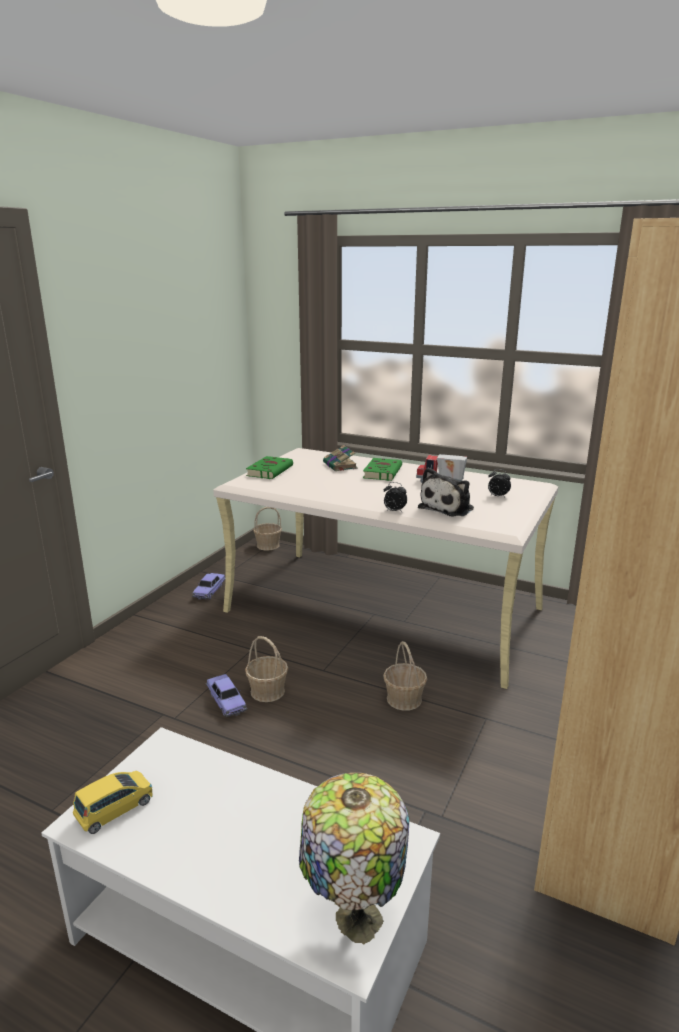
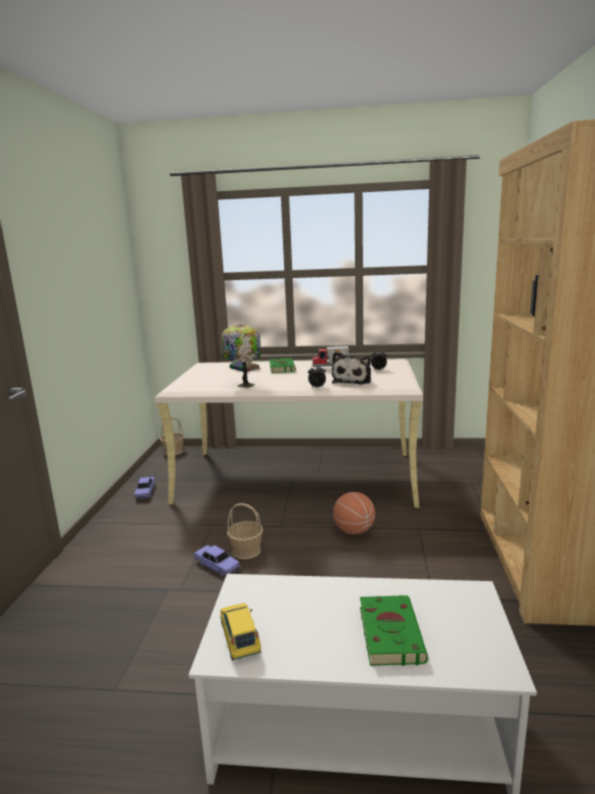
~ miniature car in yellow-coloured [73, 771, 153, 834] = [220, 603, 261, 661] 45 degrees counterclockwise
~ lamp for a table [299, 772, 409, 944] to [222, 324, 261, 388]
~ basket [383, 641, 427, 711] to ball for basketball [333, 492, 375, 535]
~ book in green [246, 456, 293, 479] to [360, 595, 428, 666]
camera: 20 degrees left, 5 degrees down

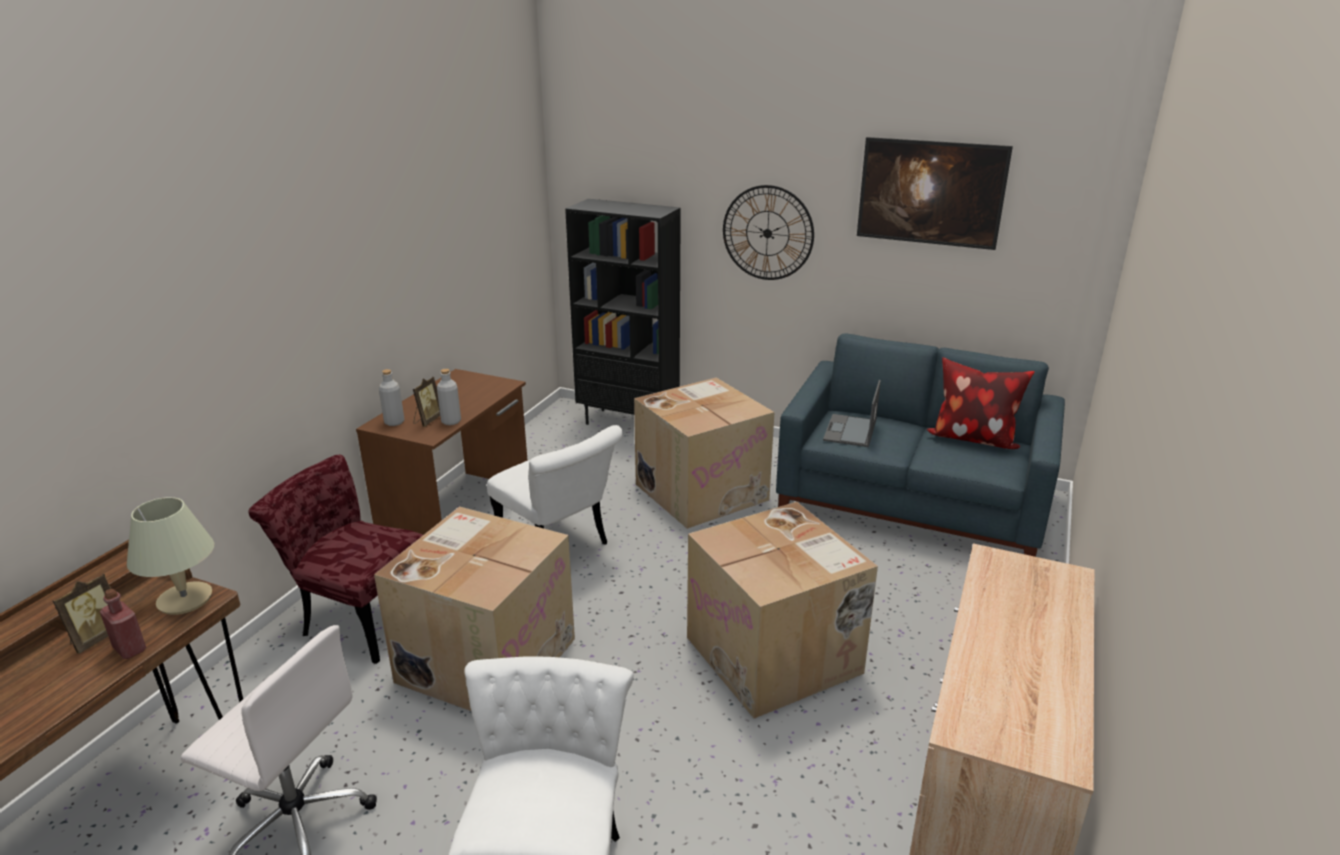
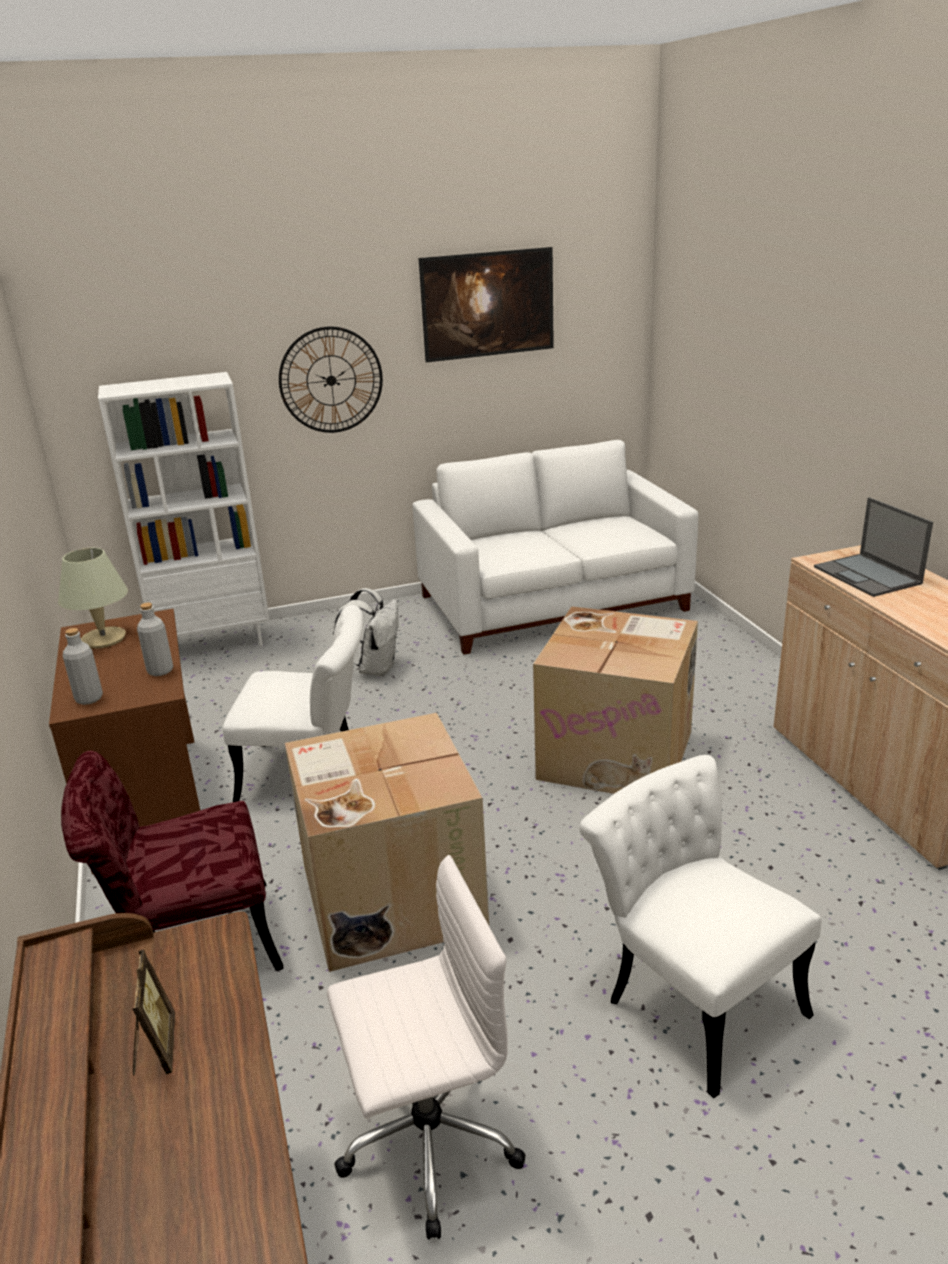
~ lamp for a table in beige-coloured [127, 497, 214, 615] to [58, 548, 128, 649]
~ shelving unit in black-coloured [565, 199, 681, 425] to shelving unit in whitish [98, 372, 270, 646]
~ cardboard box [634, 378, 775, 529] to rucksack in whitish [333, 588, 399, 677]
~ settee in blue-coloured [776, 334, 1065, 557] to settee in whitish [413, 440, 698, 655]
~ portable computer [823, 380, 881, 447] to [814, 497, 933, 597]
- drink bottle in reddish [100, 589, 146, 659]
- photo frame [413, 377, 440, 427]
- throw pillow [926, 357, 1035, 449]
camera: 40 degrees left, 0 degrees up

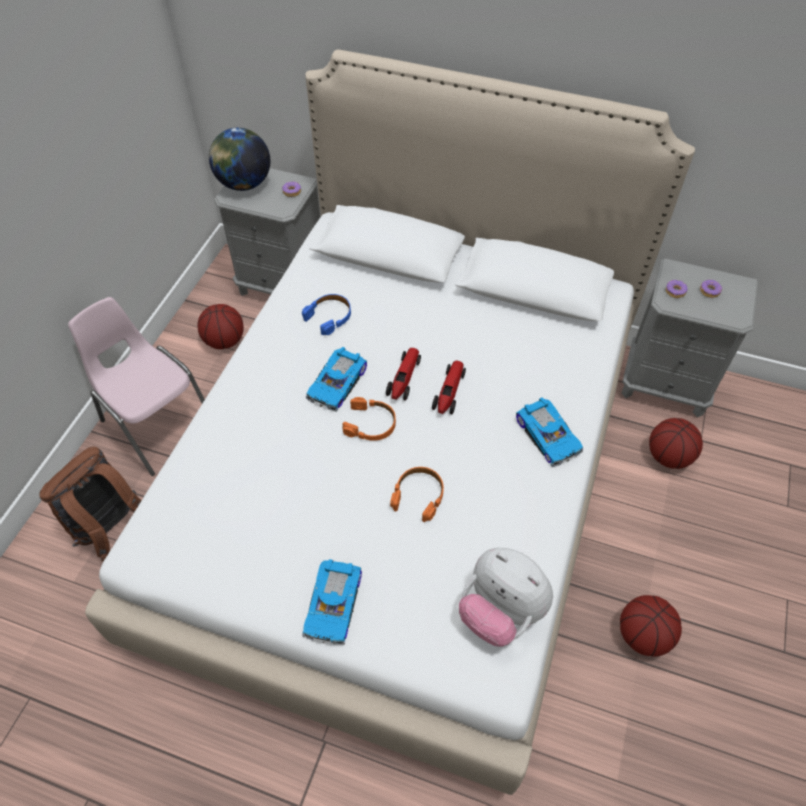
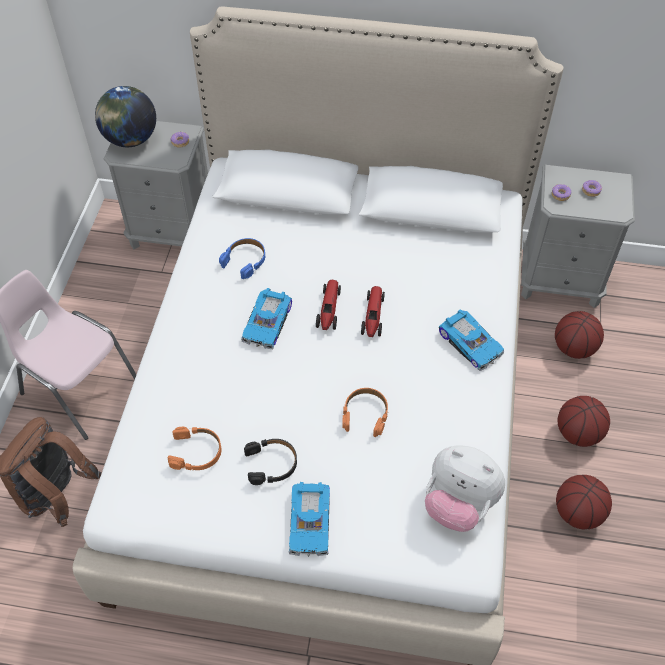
~ headphones in orange [342, 397, 396, 441] to [167, 427, 222, 470]
+ headphones in black-coloured [244, 439, 297, 485]
~ ball for basketball [198, 304, 244, 349] to [558, 396, 610, 447]
camera: 10 degrees left, 0 degrees up

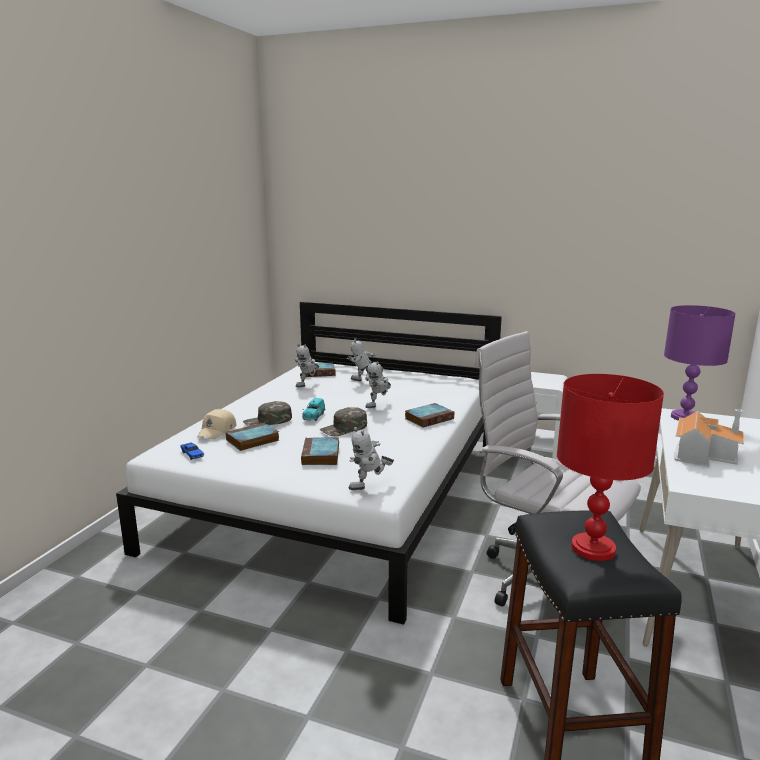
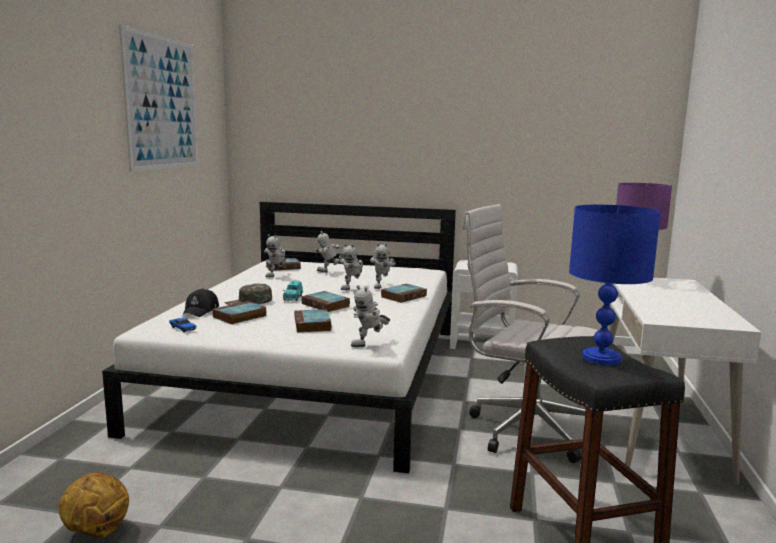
+ ball for basketball [58, 472, 129, 538]
+ wall art [119, 24, 198, 172]
~ peaked cap in beige-coloured [197, 409, 237, 440] to peaked cap in black-coloured [182, 288, 219, 317]
~ peaked cap in green [320, 407, 367, 436] to book [301, 291, 350, 312]
+ model robot [370, 243, 396, 289]
~ lamp for a table in reddish [557, 374, 664, 561] to lamp for a table in blue-coloured [569, 205, 661, 365]
- miniature house [674, 409, 744, 466]
camera: 10 degrees left, 5 degrees down

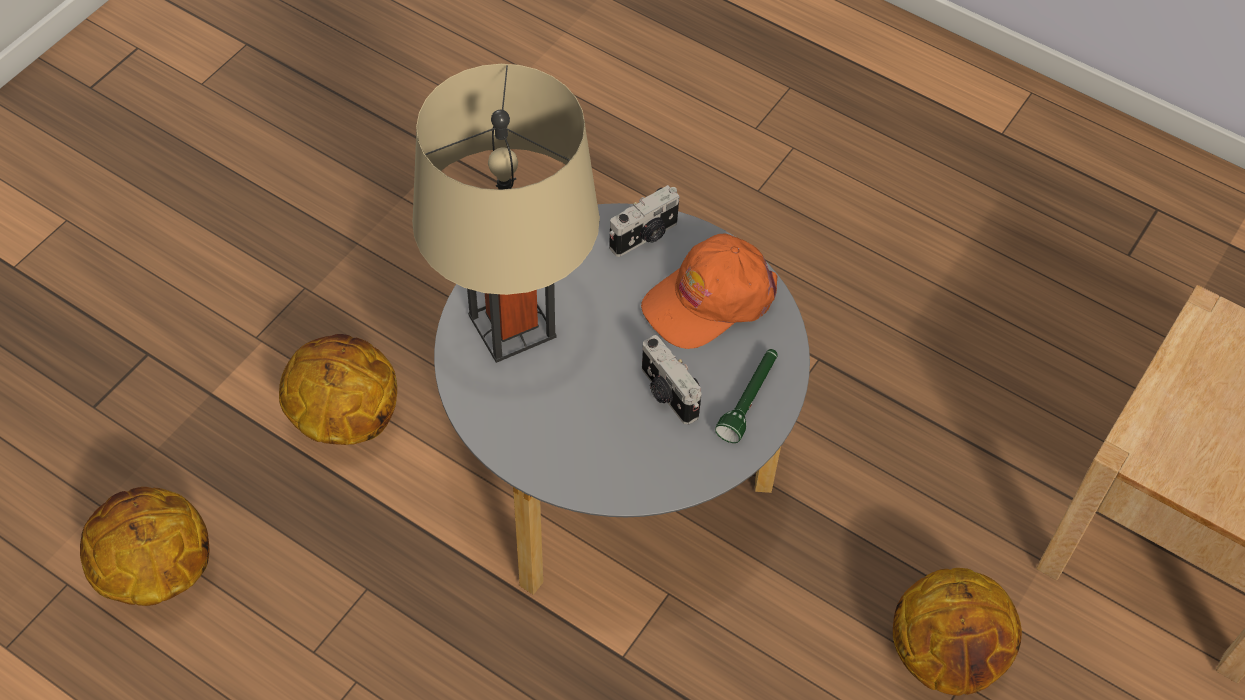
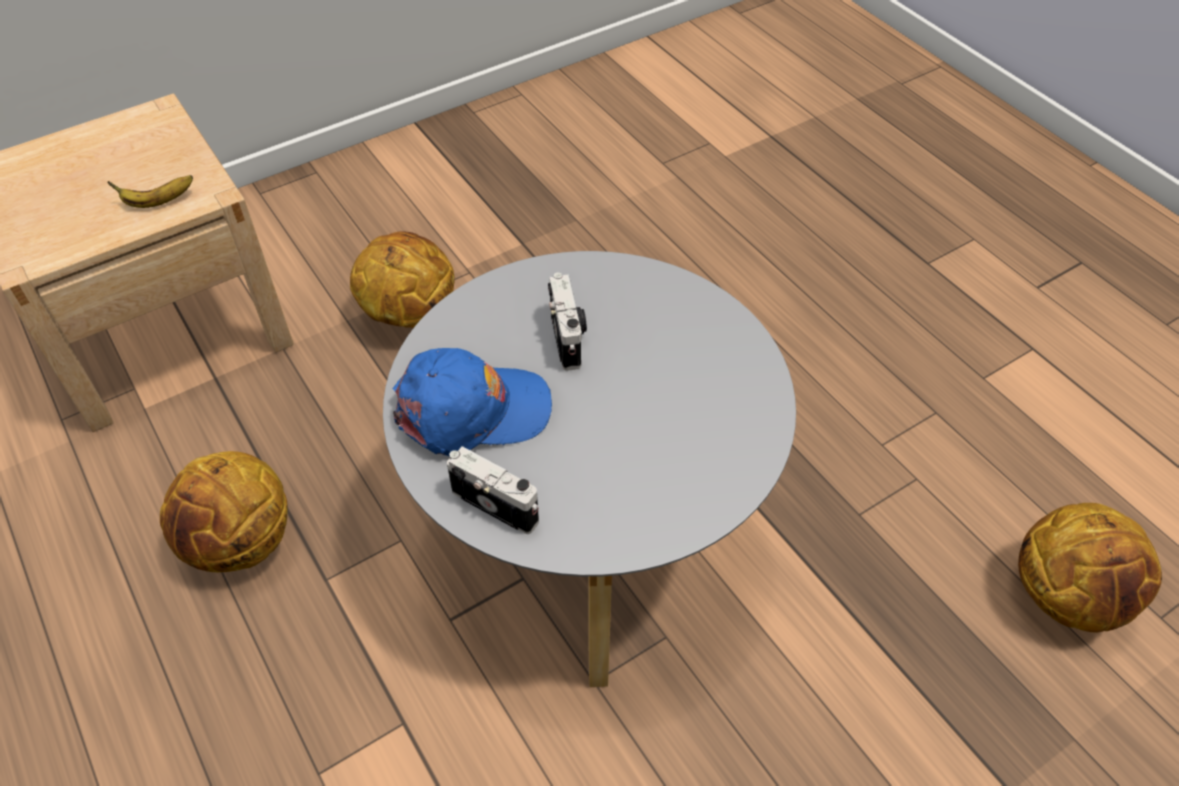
+ banana [107, 175, 193, 208]
~ ball for basketball [279, 334, 397, 445] to [160, 451, 287, 572]
~ peaked cap in orange [641, 234, 777, 349] to peaked cap in blue-coloured [392, 348, 552, 457]
~ still camera [609, 185, 680, 257] = [447, 446, 539, 534] 45 degrees clockwise
- lamp for a table in beige-coloured [412, 64, 600, 363]
- hand torch in green [715, 349, 778, 443]
camera: 155 degrees left, 5 degrees down

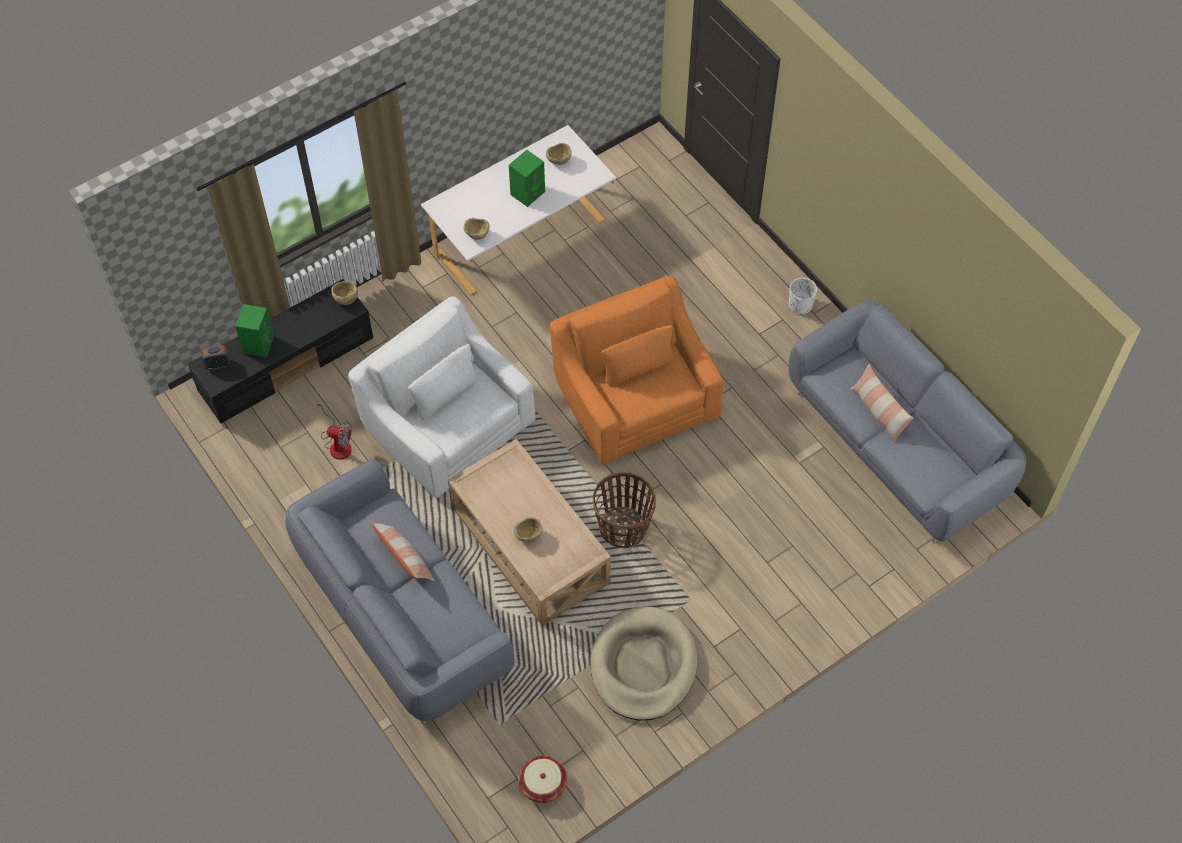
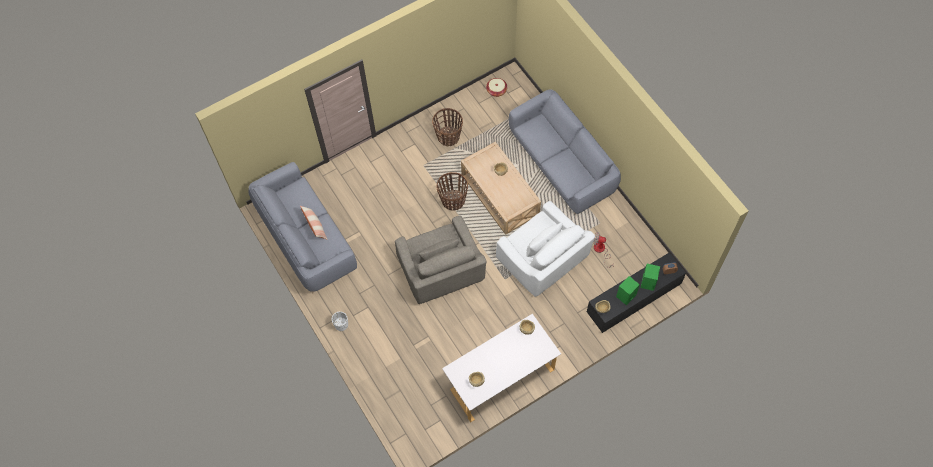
~ lounge chair in orange [550, 276, 723, 465] to lounge chair in gray [395, 216, 486, 304]
~ dog cushion in beige-coloured [590, 607, 697, 721] to basket [432, 108, 463, 146]
~ speaker in green [509, 150, 545, 207] to [616, 276, 640, 305]
- throw pillow [371, 522, 435, 582]
camera: 175 degrees left, 5 degrees up

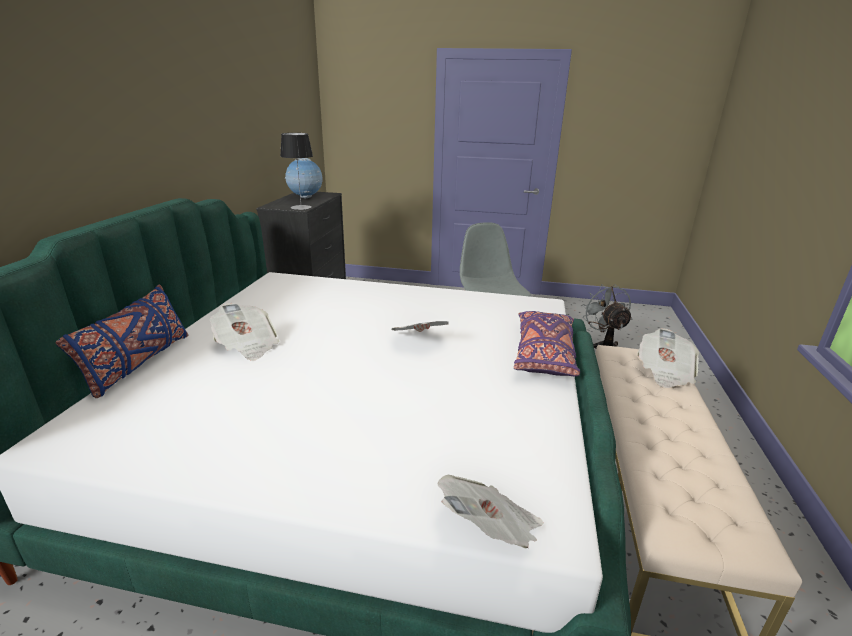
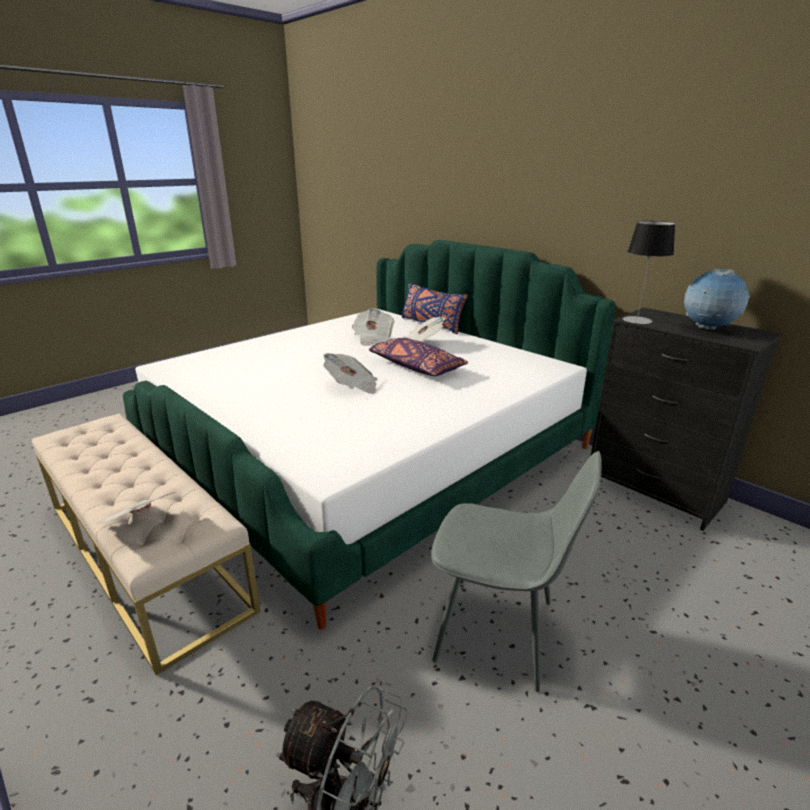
~ newspaper [437, 475, 544, 549] to [352, 308, 395, 346]
~ throw pillow in purple-coloured [514, 311, 581, 377] to [369, 338, 468, 376]
camera: 125 degrees right, 0 degrees up

